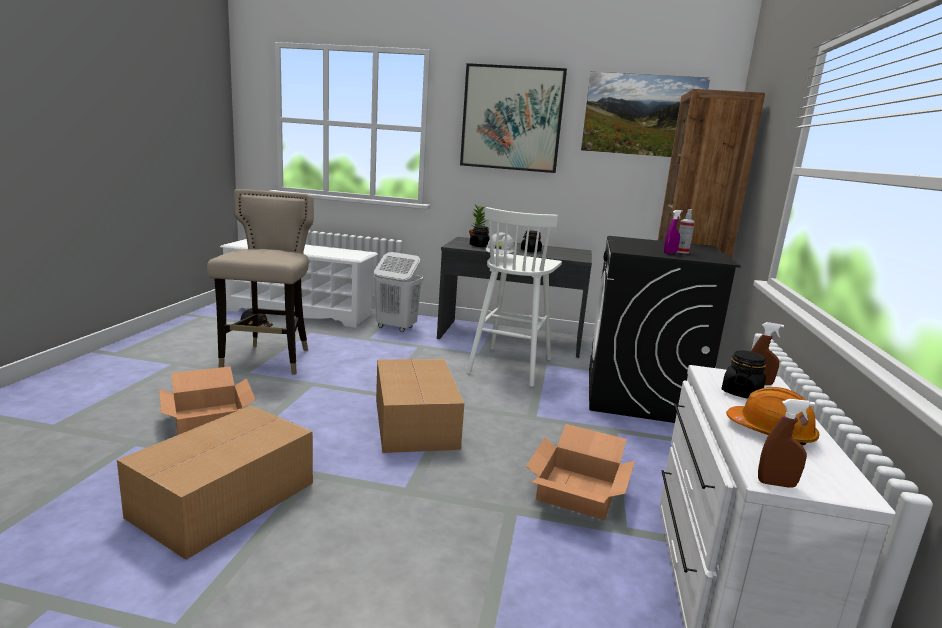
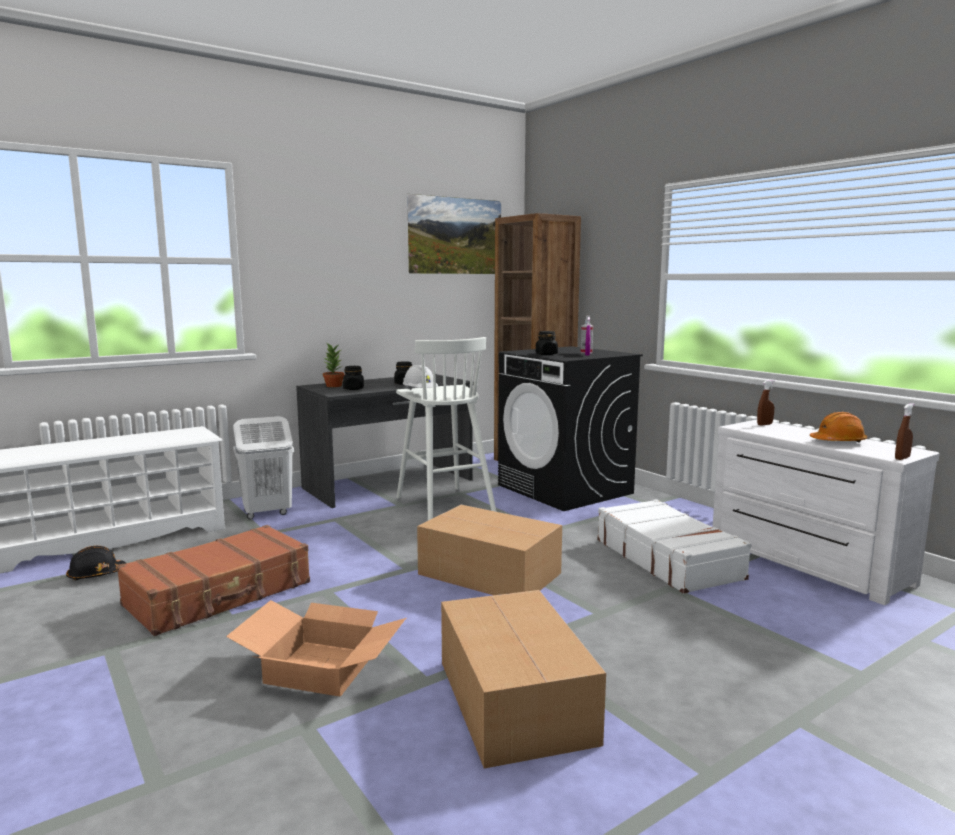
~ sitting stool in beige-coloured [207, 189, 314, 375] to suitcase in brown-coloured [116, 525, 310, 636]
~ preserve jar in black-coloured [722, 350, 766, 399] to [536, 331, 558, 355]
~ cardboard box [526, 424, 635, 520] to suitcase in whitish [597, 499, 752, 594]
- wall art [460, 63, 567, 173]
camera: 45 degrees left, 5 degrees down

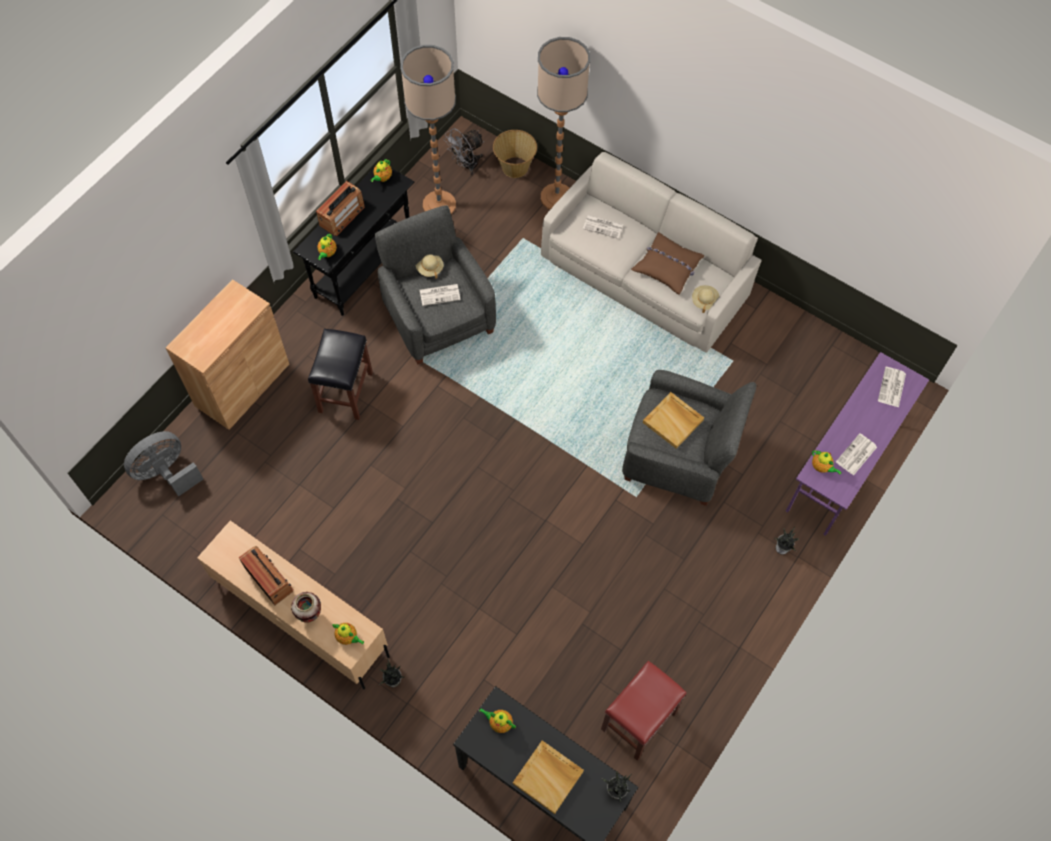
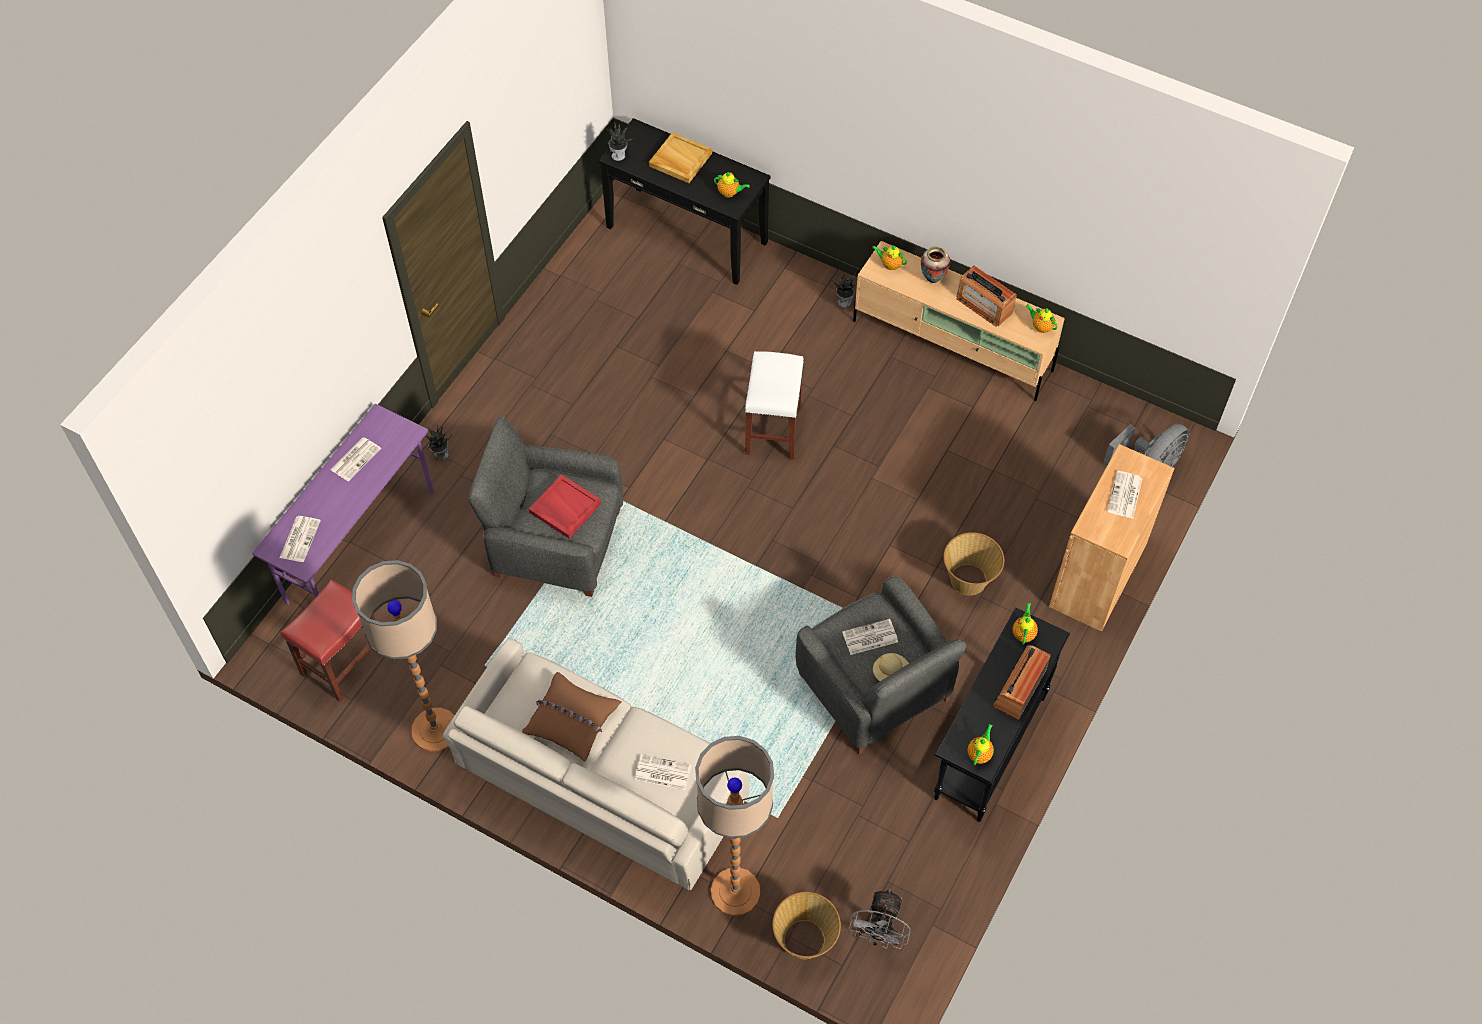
~ sitting stool in reddish [601, 661, 686, 761] to [281, 579, 376, 702]
~ standing lamp [400, 45, 456, 214] to [352, 560, 455, 752]
~ carrying tray in beige-coloured [643, 392, 704, 449] to carrying tray in reddish [529, 474, 602, 539]
+ sitting stool in whitish [744, 351, 804, 460]
~ fan in gray [444, 128, 484, 175] = [849, 889, 911, 949] 150 degrees clockwise
~ sitting stool in black-coloured [308, 329, 373, 420] to basket [943, 532, 1004, 595]
~ teapot [812, 450, 842, 474] to [1025, 304, 1058, 333]
+ newspaper [1107, 471, 1142, 519]
- clothing hat in beige-coloured [692, 285, 719, 313]
camera: 175 degrees right, 5 degrees down

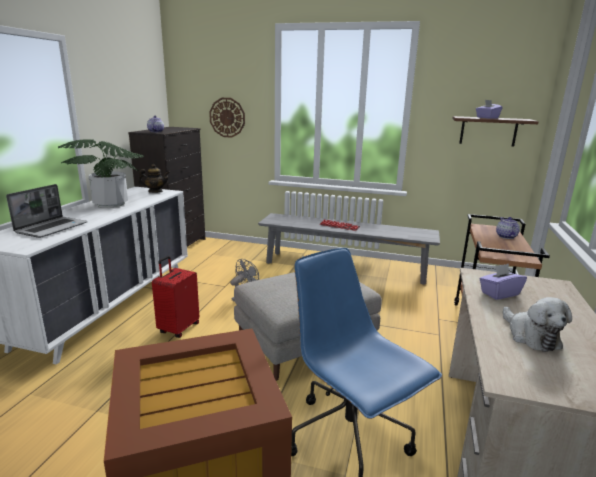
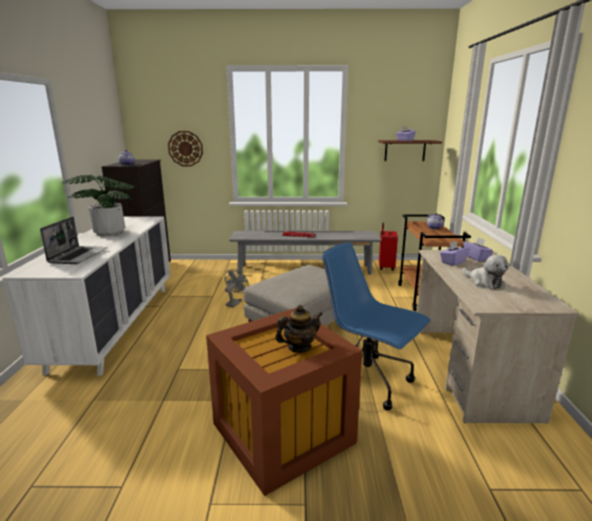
~ teapot [138, 164, 170, 193] to [275, 305, 323, 353]
~ suitcase in reddish [152, 256, 199, 338] to [379, 223, 398, 271]
+ tissue box in purple-coloured [463, 237, 493, 261]
camera: 15 degrees left, 0 degrees up

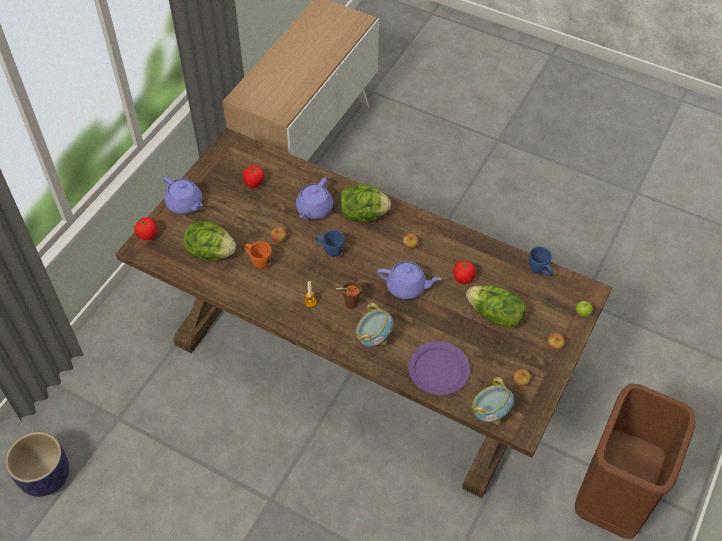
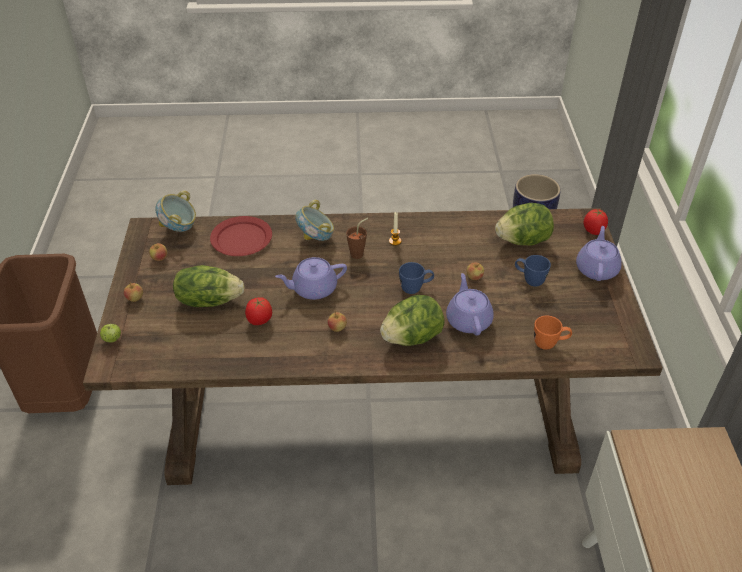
~ dinner plate in purple-coloured [408, 341, 470, 395] to dinner plate in reddish [210, 216, 272, 256]
~ mug in blue-coloured [529, 246, 553, 276] to [515, 255, 551, 287]
~ mug in orange [244, 242, 271, 269] to [534, 315, 572, 350]
~ teapot in purple-coloured [163, 177, 203, 214] = [576, 226, 622, 281] 90 degrees clockwise
- tomato [243, 165, 264, 188]
camera: 150 degrees right, 10 degrees down

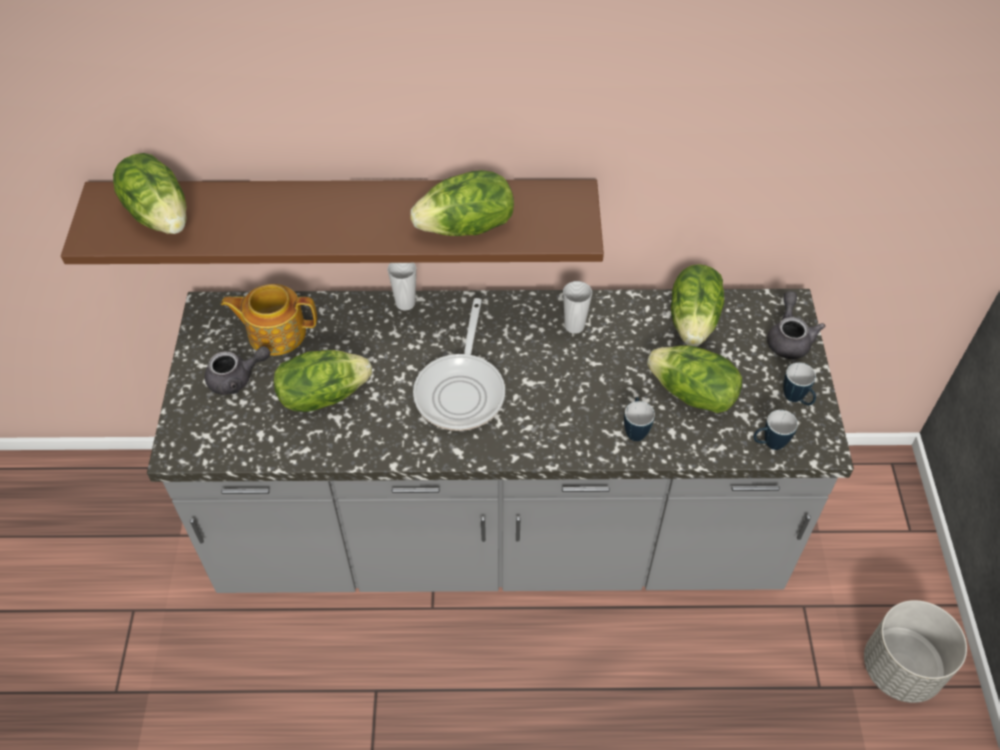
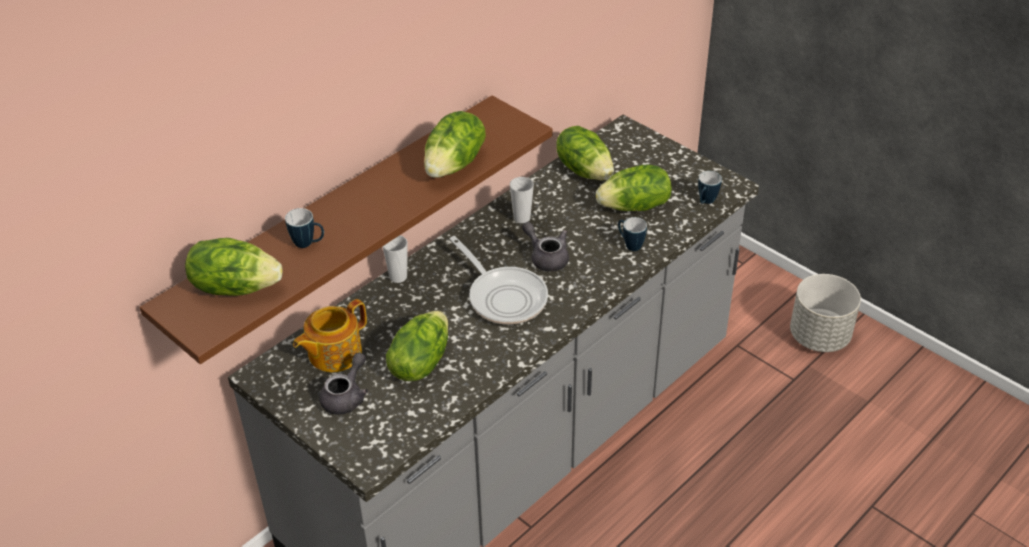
~ mug [783, 363, 816, 405] to [285, 208, 324, 248]
~ teapot in gray [767, 291, 825, 359] to [522, 222, 569, 272]
camera: 45 degrees left, 10 degrees down

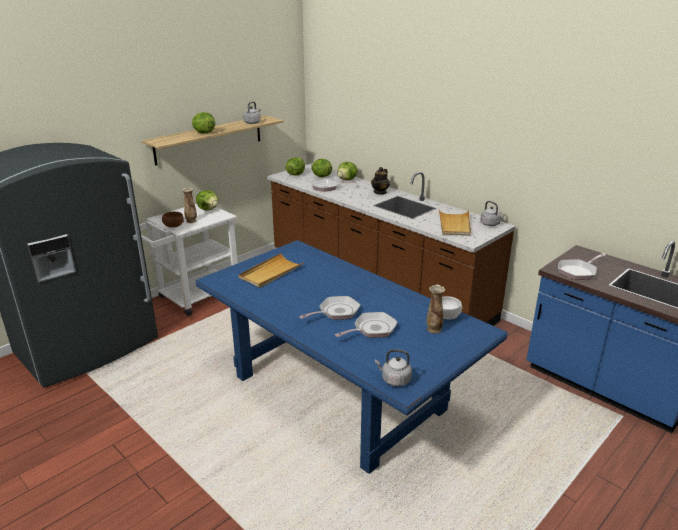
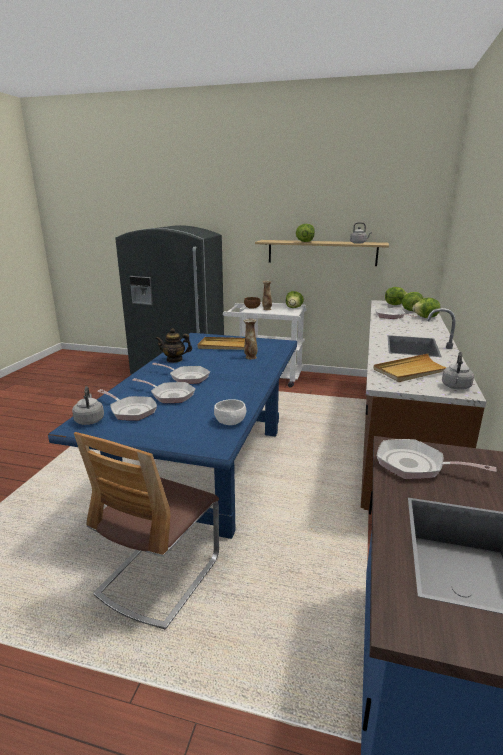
+ plain chair [74, 432, 219, 629]
+ skillet [97, 389, 157, 421]
~ teapot [371, 167, 390, 195] to [155, 328, 192, 363]
~ vase [427, 285, 445, 333] to [243, 319, 257, 359]
camera: 60 degrees right, 5 degrees down

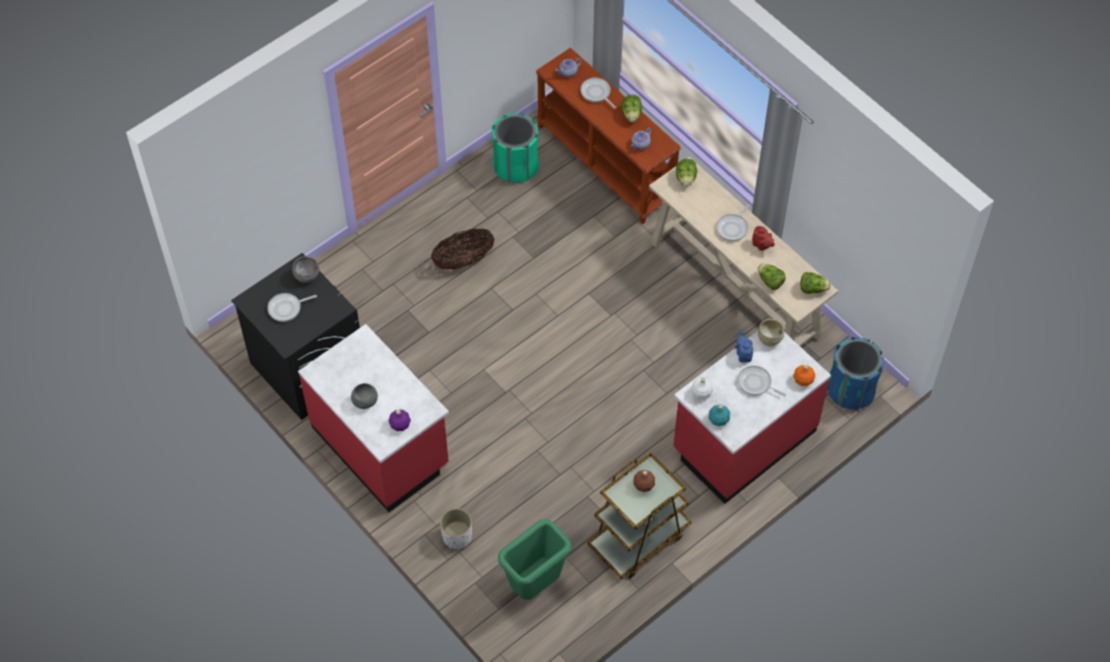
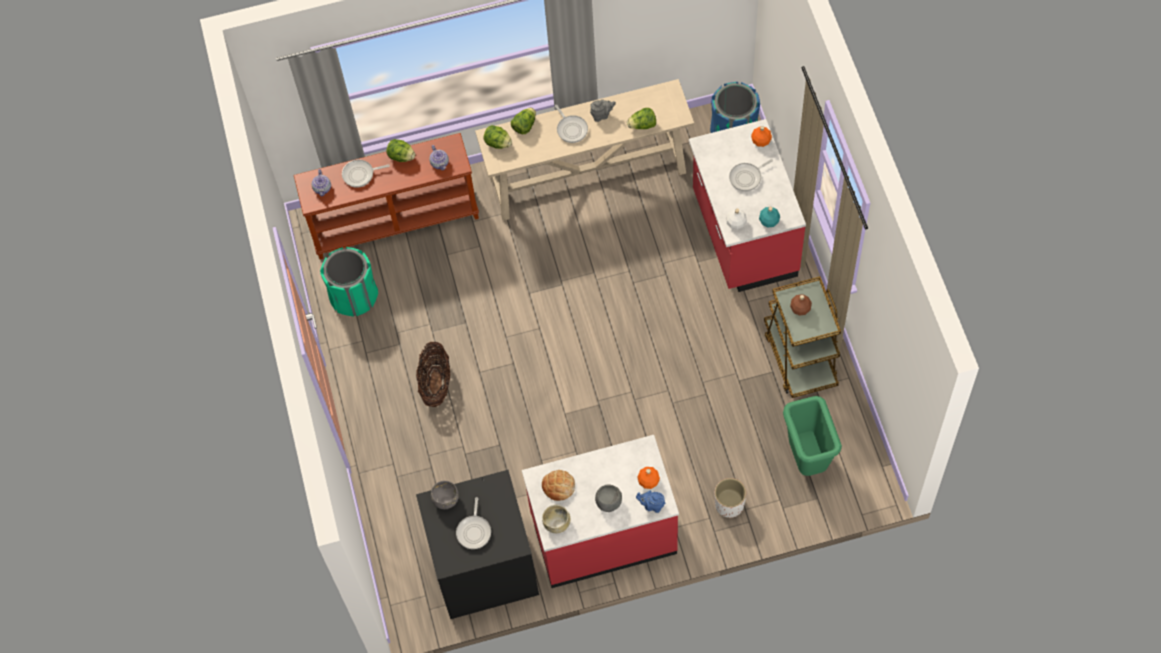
~ lettuce head [800, 272, 831, 294] to [511, 108, 536, 134]
+ bread [542, 470, 575, 501]
~ deep dish in beige-coloured [758, 319, 784, 346] to [542, 505, 570, 533]
~ teapot in reddish [752, 226, 775, 251] to teapot in gray [590, 99, 616, 122]
~ teapot in blue-coloured [735, 332, 753, 363] to [636, 491, 665, 513]
~ drink bottle in purple-coloured [389, 410, 411, 431] to drink bottle in orange [637, 467, 660, 489]
camera: 60 degrees left, 5 degrees up

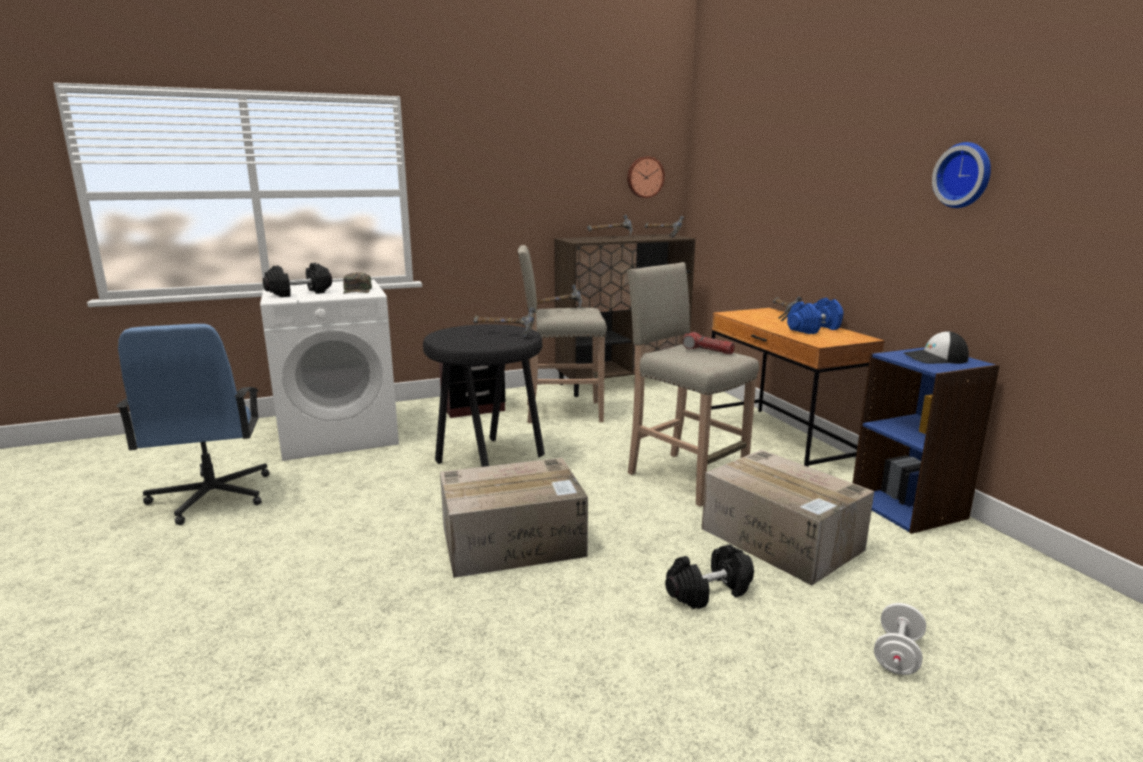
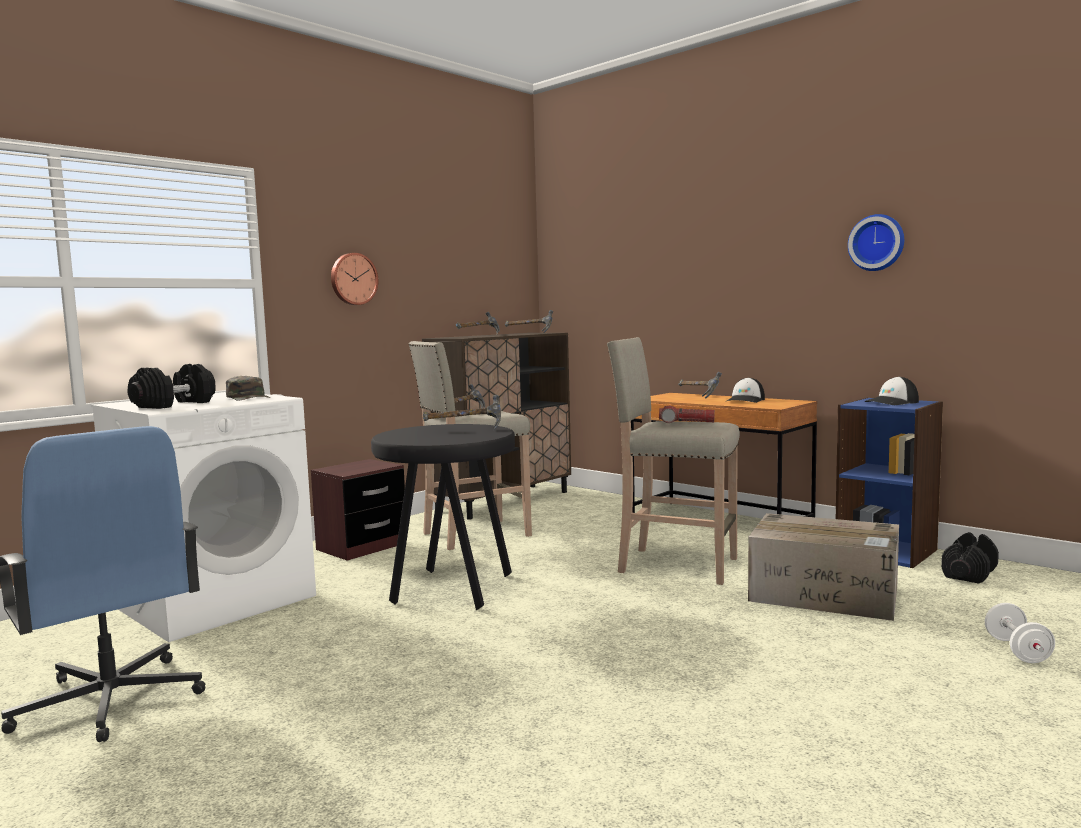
~ wall clock [627, 157, 665, 198] to [331, 253, 378, 305]
~ dumbbell in blue-coloured [787, 298, 843, 334] to peaked cap [727, 377, 765, 403]
~ dumbbell in black-coloured [665, 545, 754, 609] to [941, 532, 999, 583]
- cardboard box [440, 458, 588, 578]
camera: 25 degrees left, 10 degrees down

